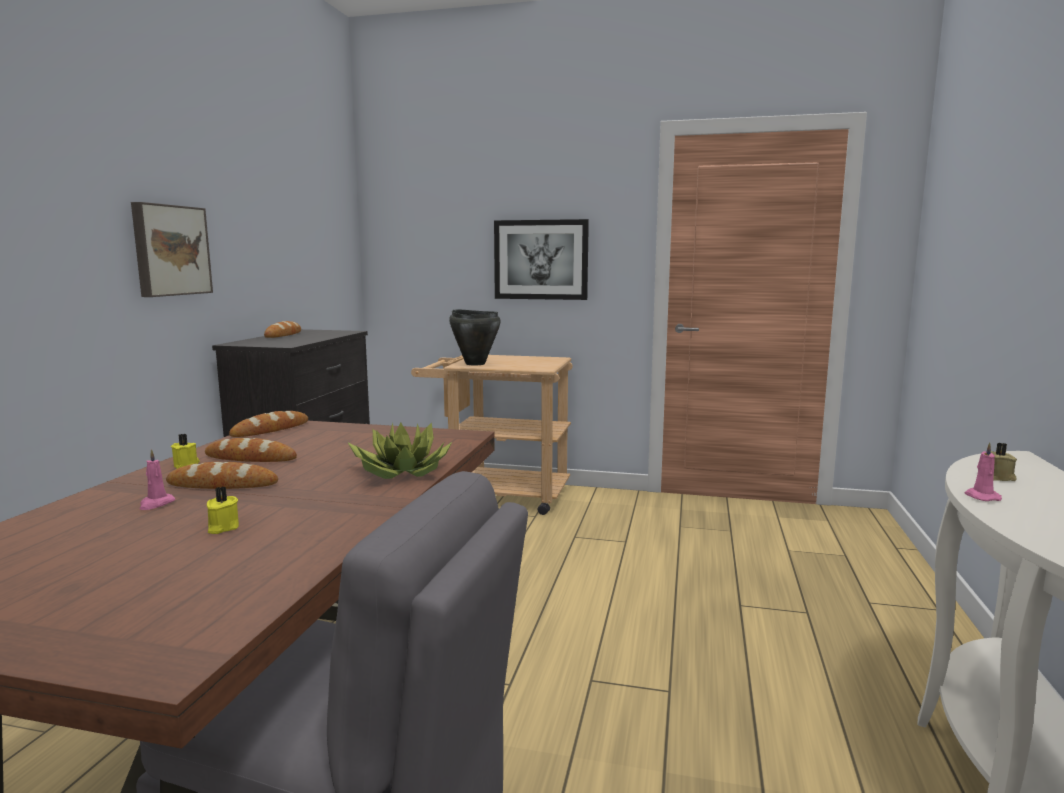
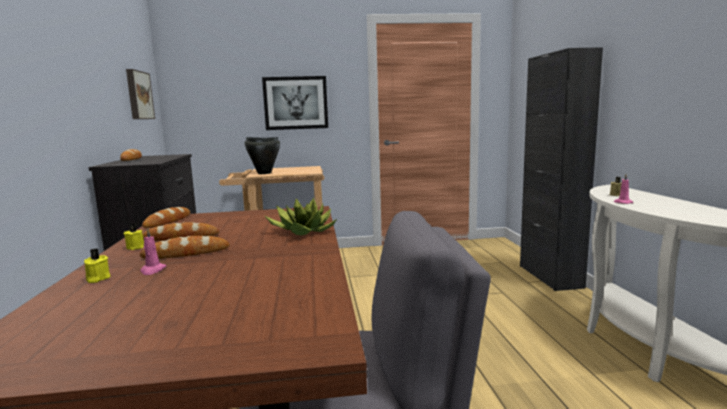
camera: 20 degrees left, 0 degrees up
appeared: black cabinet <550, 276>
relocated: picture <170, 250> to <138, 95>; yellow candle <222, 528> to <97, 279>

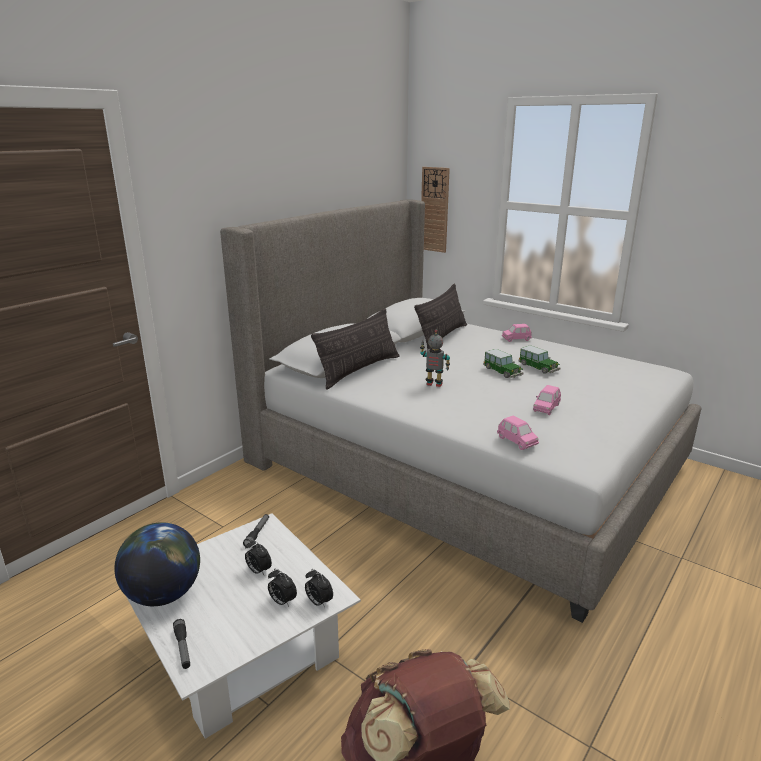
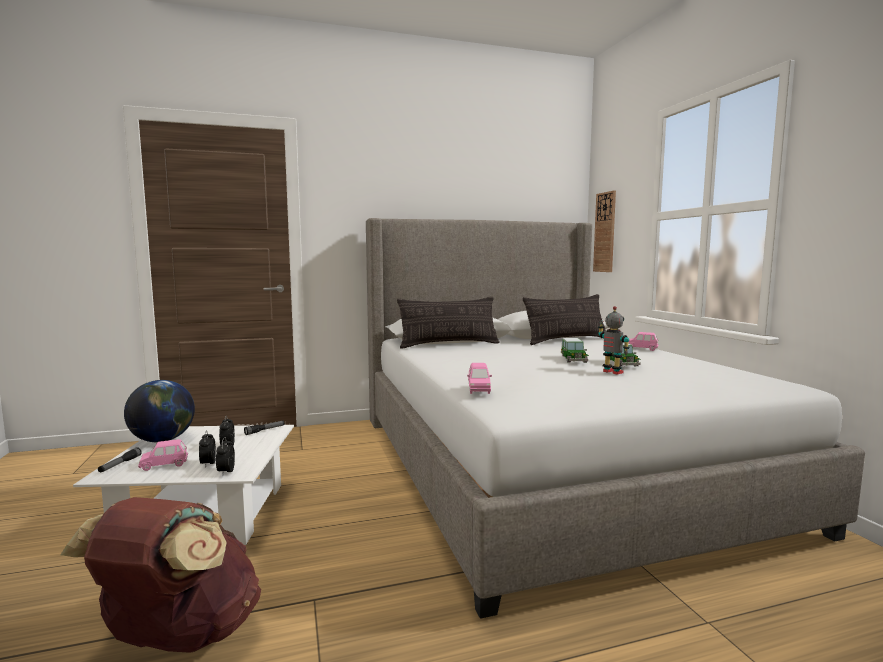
camera: 35 degrees right, 15 degrees down
relocated: toy robot <434, 384> to <612, 372>; pink toy car <546, 408> to <164, 465>

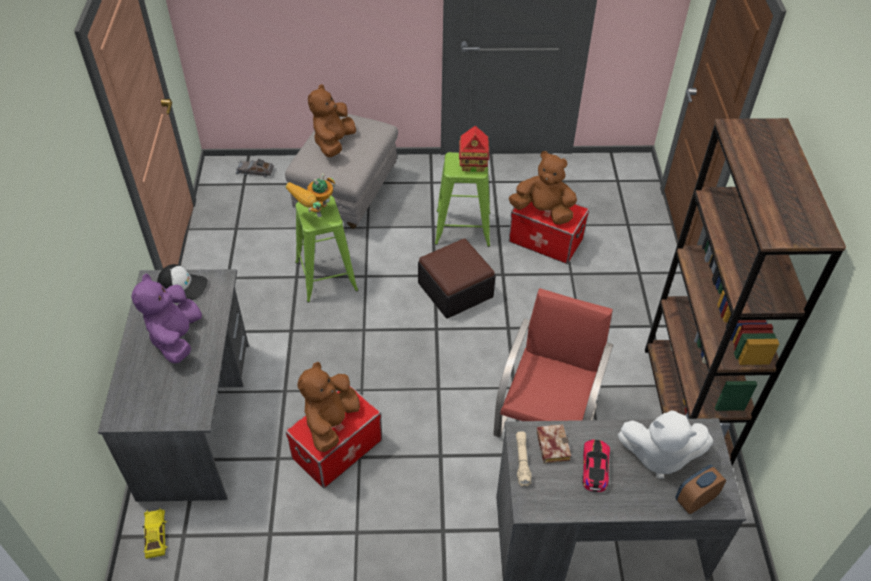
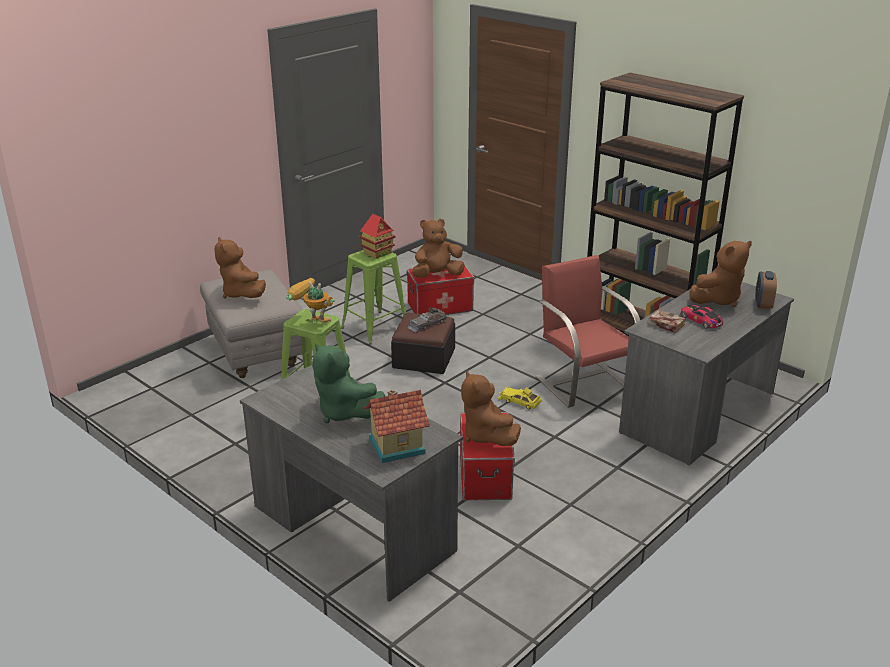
camera: 45 degrees left, 20 degrees down
missing: cap <183, 285>; beige flashlight <522, 461>
appeared: toy house <396, 444>
relocated: yellow toy car <156, 534> to <519, 401>; grey toy car <254, 171> to <427, 324>
colour: purple plush toy <176, 337> to green plush toy <344, 413>; white plush toy <659, 455> to brown plush toy <718, 299>
spun: toy robot <315, 215> = <311, 322> 120 degrees clockwise

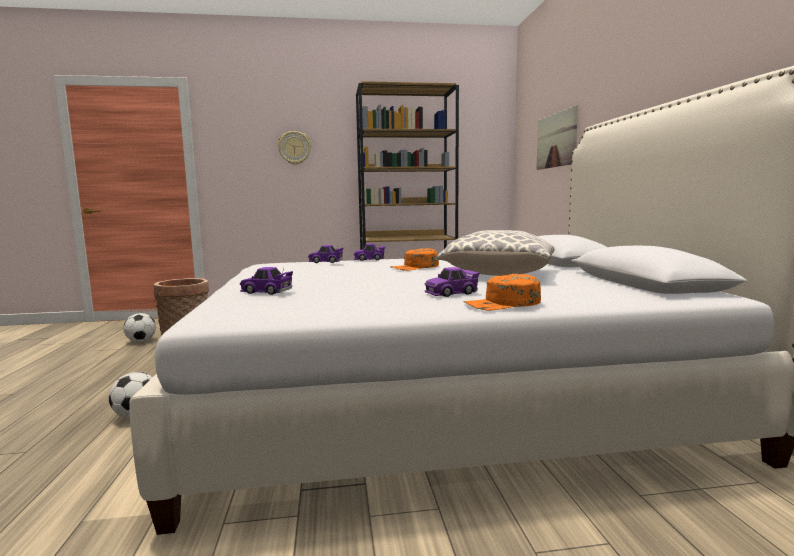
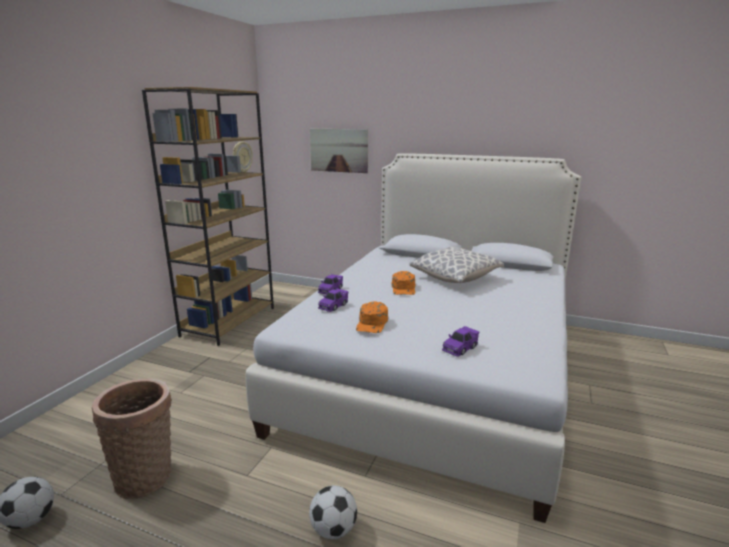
camera: 60 degrees left, 10 degrees up
missing: purple toy car <451, 293>
relocated: wall clock <294, 148> to <242, 157>; orange cap <502, 304> to <372, 323>

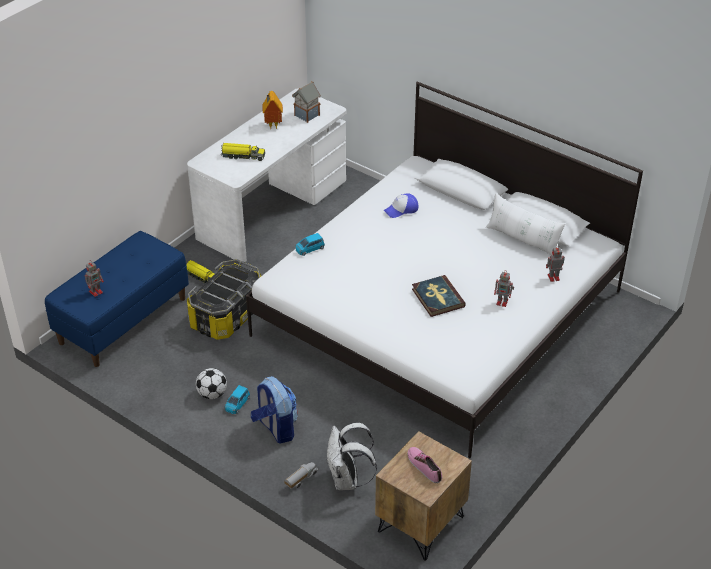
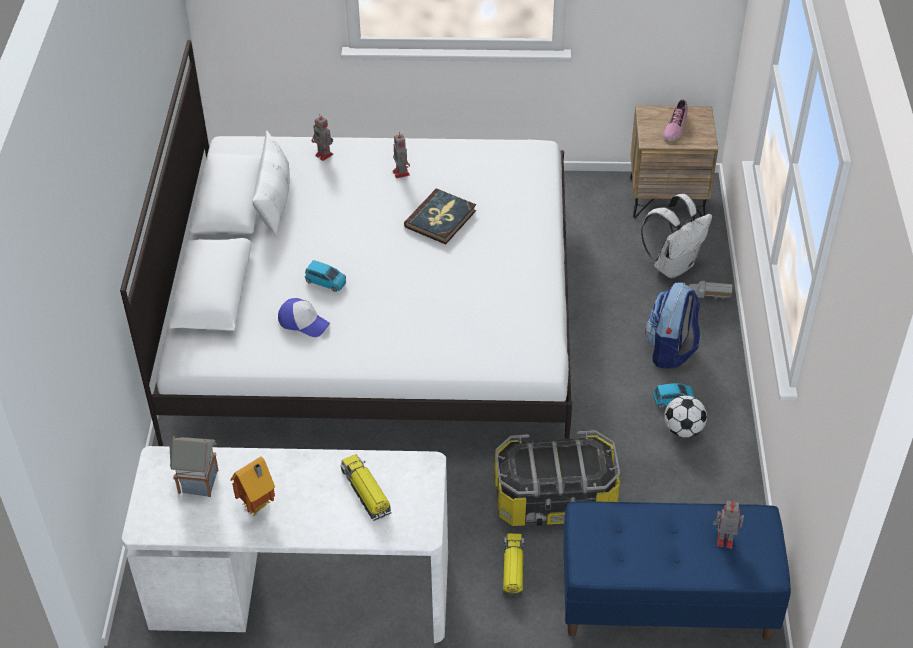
camera: 125 degrees left, 5 degrees up
relocated: blue toy car <309, 249> to <326, 282>

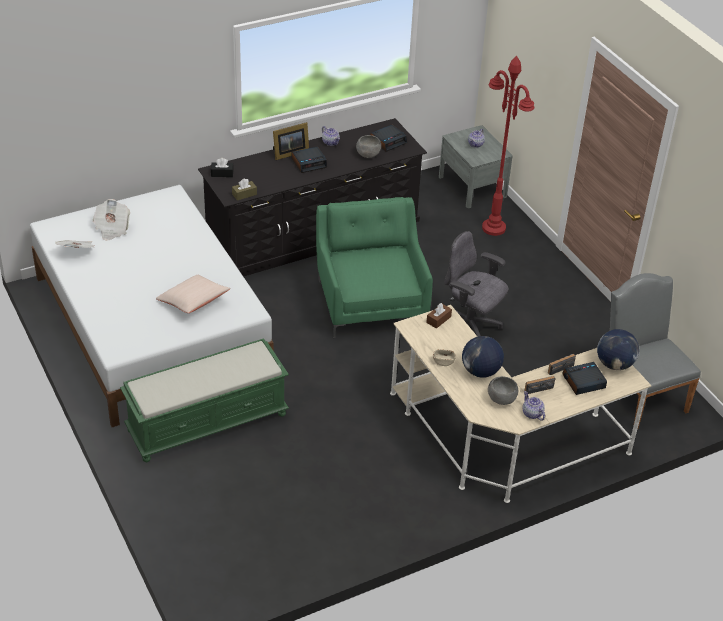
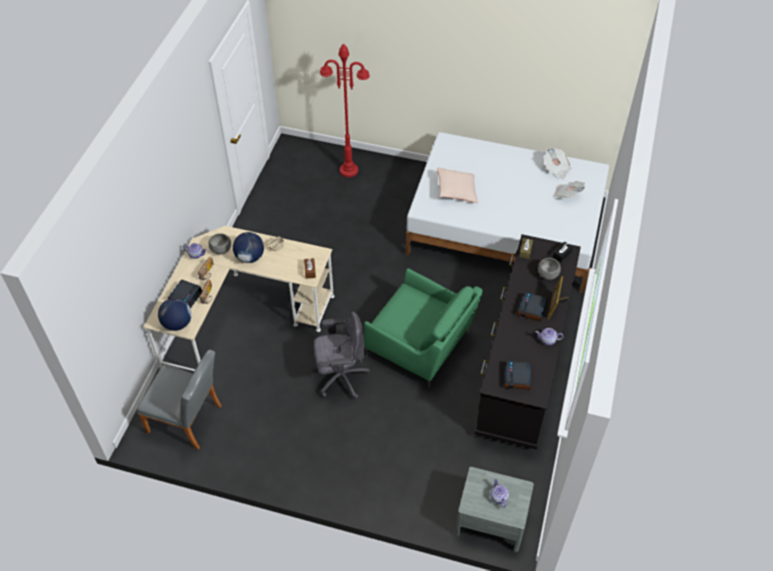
camera: 135 degrees right, 10 degrees up
missing: green bench <208, 421>
relocated: grey bowl <368, 155> to <547, 274>; red floor lamp <493, 228> to <349, 170>

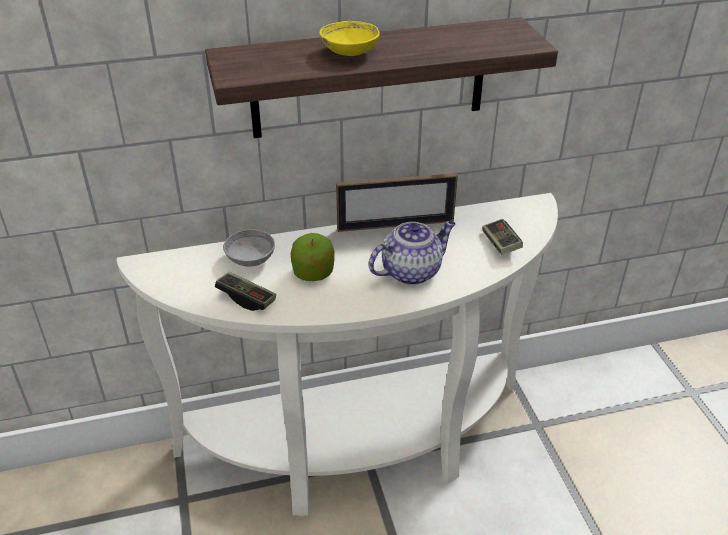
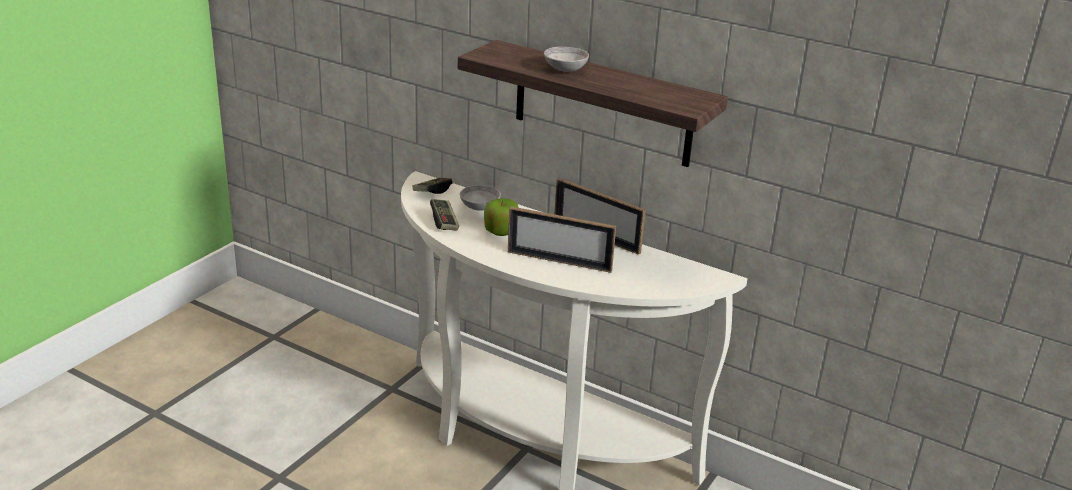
camera: 45 degrees right, 10 degrees down
relocated: game controller <500, 244> to <432, 191>
exchanged: teapot <412, 271> to picture frame <559, 261>
colour: yellow bowl <349, 52> to grey bowl <565, 69>

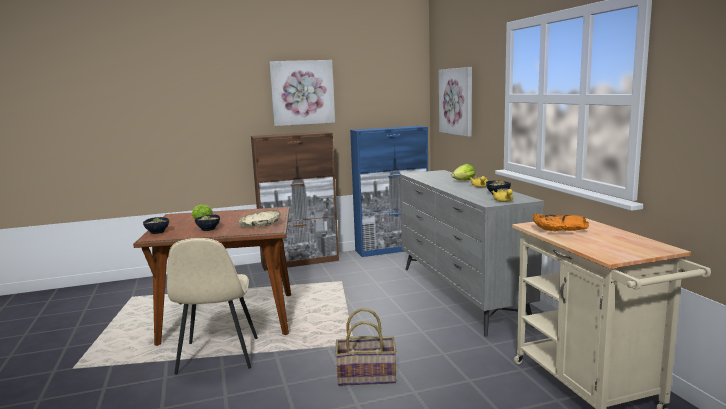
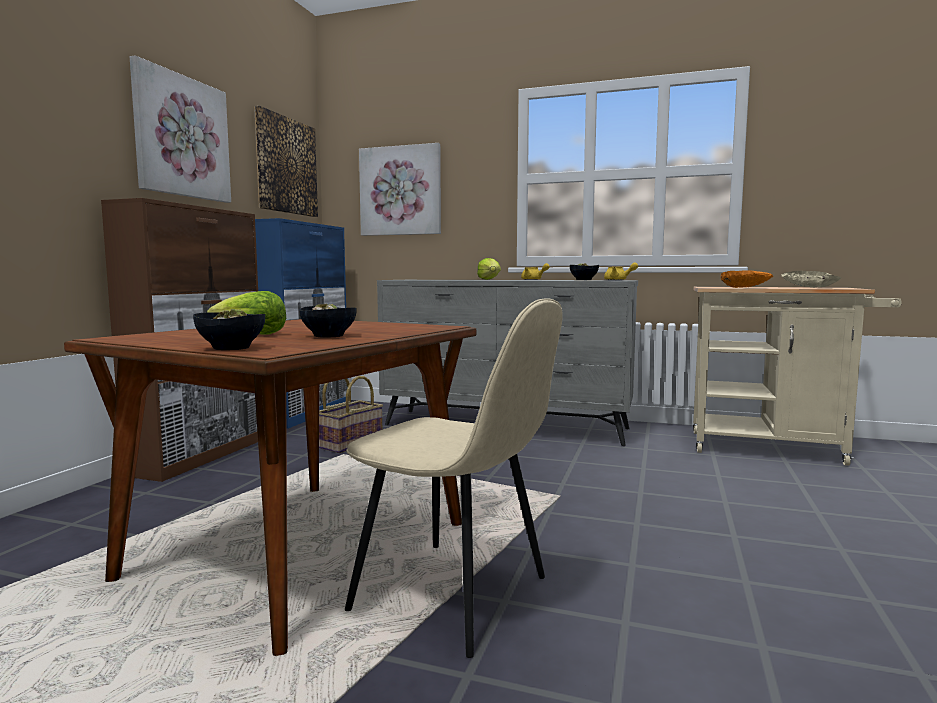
camera: 55 degrees left, 5 degrees down
appeared: picture <286, 166>
relocated: beige bowl <260, 225> to <809, 287>; basket <366, 376> to <350, 443>

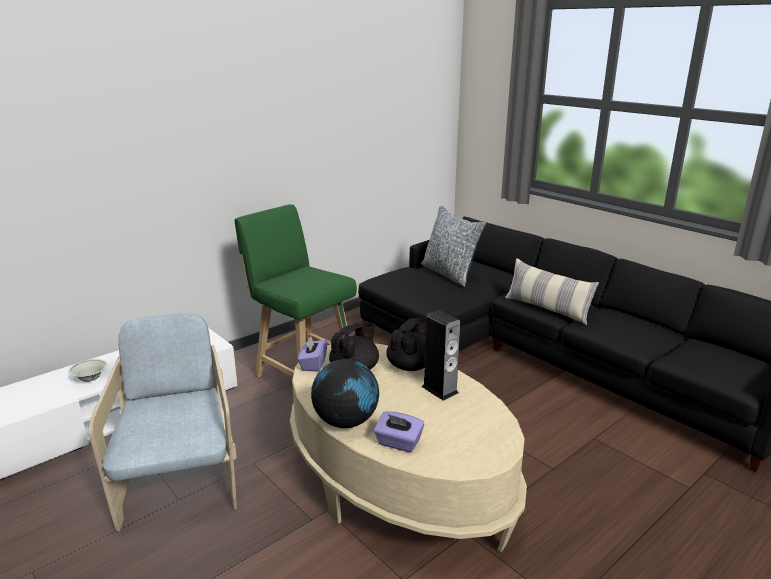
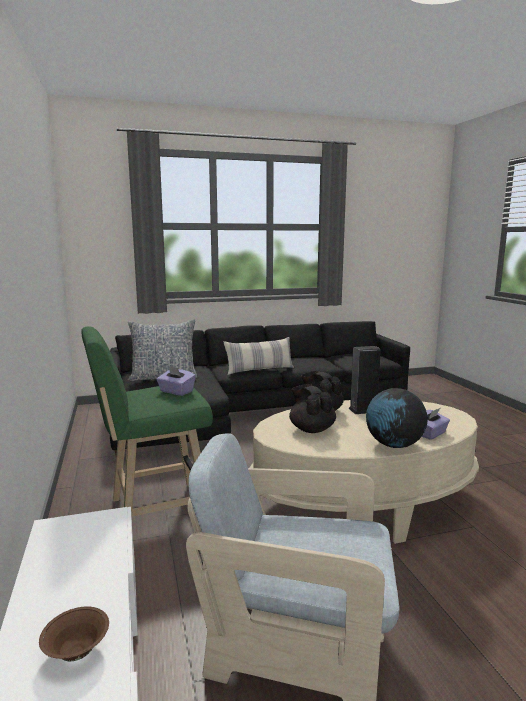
camera: 65 degrees left, 10 degrees down
relocated: purple tissue box <313, 364> to <176, 392>
colour: white bowl <90, 379> to brown bowl <77, 652>

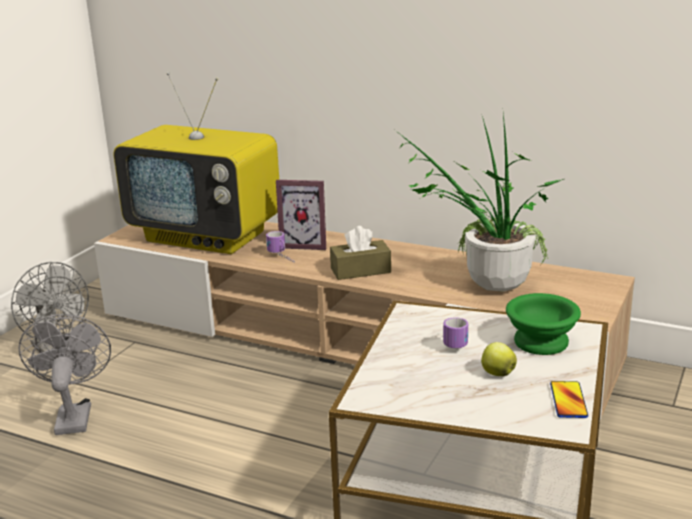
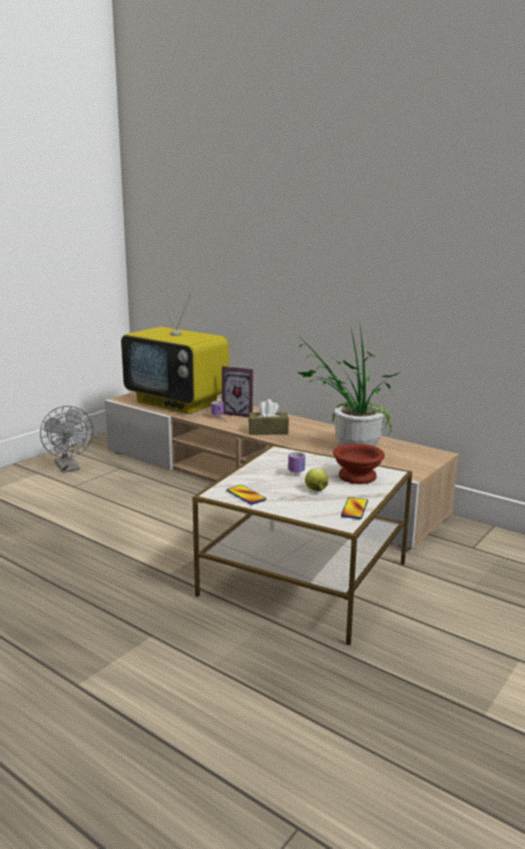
camera: 10 degrees right, 5 degrees down
missing: grey fan <73, 415>
appeared: phone <246, 495>
colour: green bowl <542, 343> to brown bowl <358, 477>

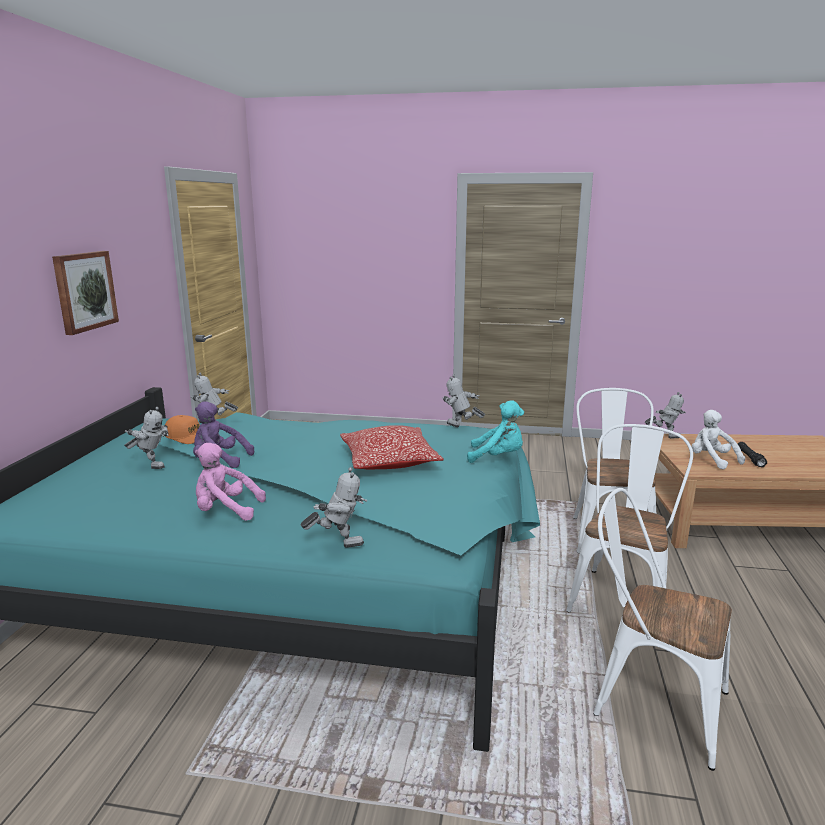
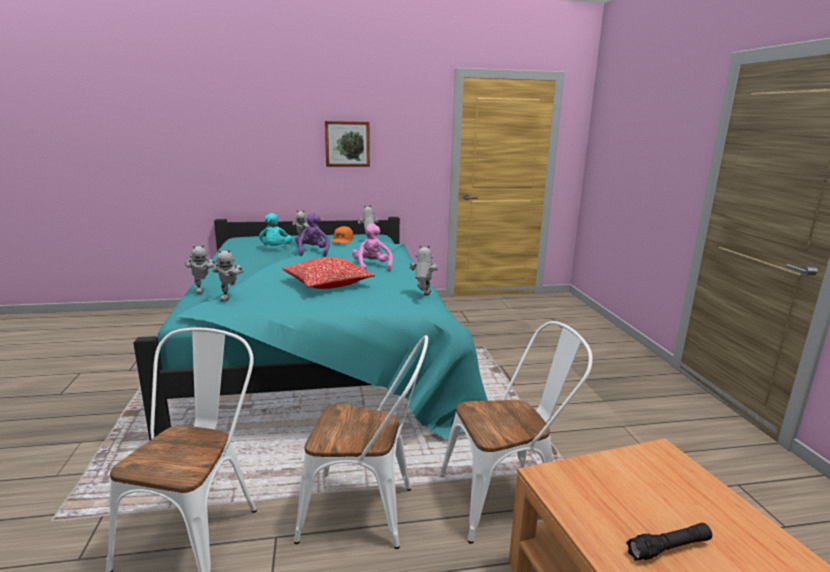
camera: 70 degrees right, 0 degrees up
missing: white plush toy <711, 460>
relocated: pink plush toy <225, 511> to <372, 267>; turquoise plush toy <498, 457> to <276, 249>; toy robot <664, 436> to <230, 297>

